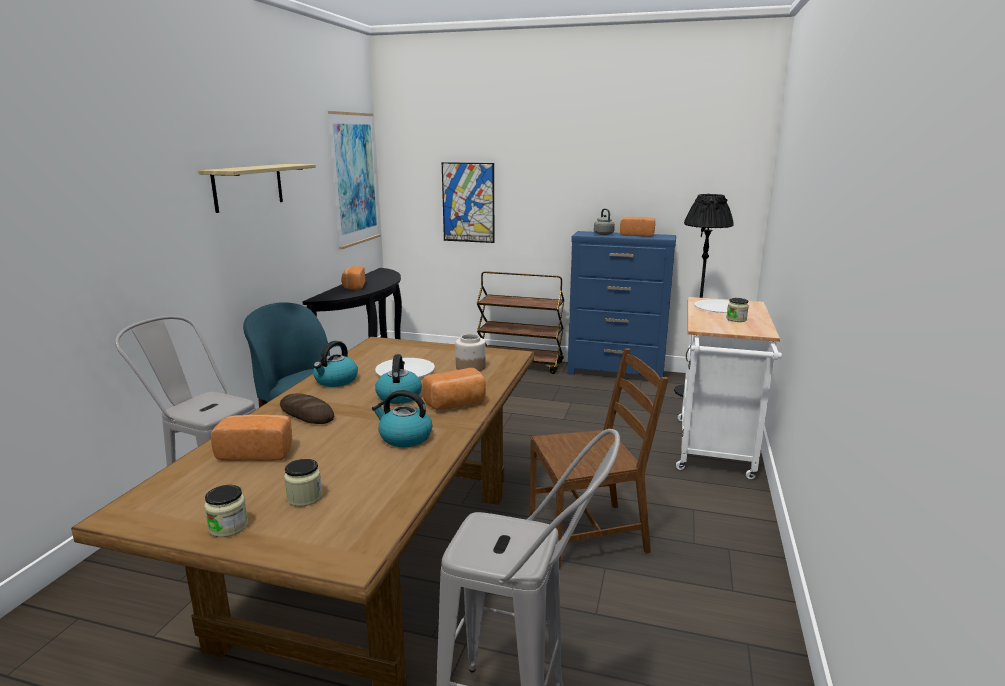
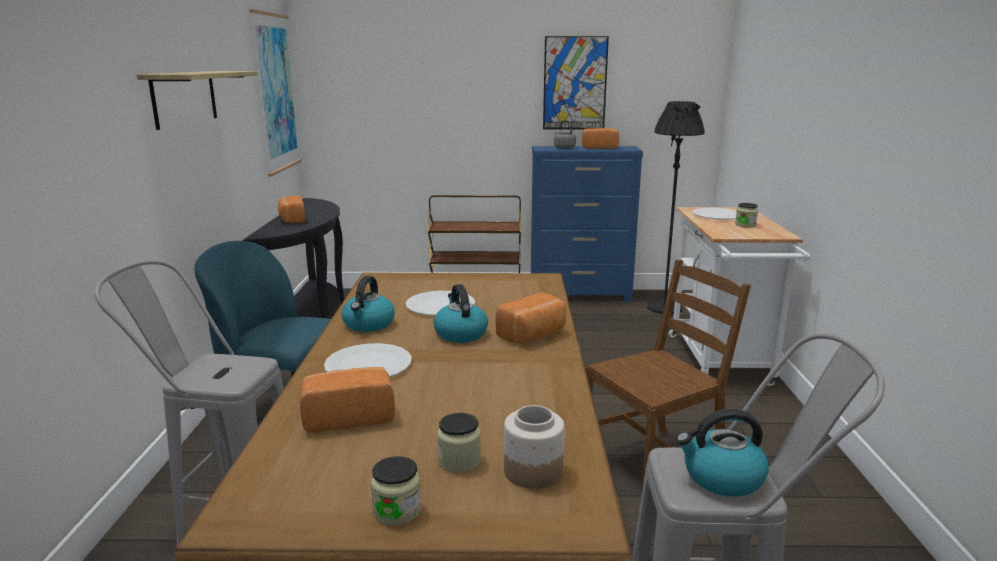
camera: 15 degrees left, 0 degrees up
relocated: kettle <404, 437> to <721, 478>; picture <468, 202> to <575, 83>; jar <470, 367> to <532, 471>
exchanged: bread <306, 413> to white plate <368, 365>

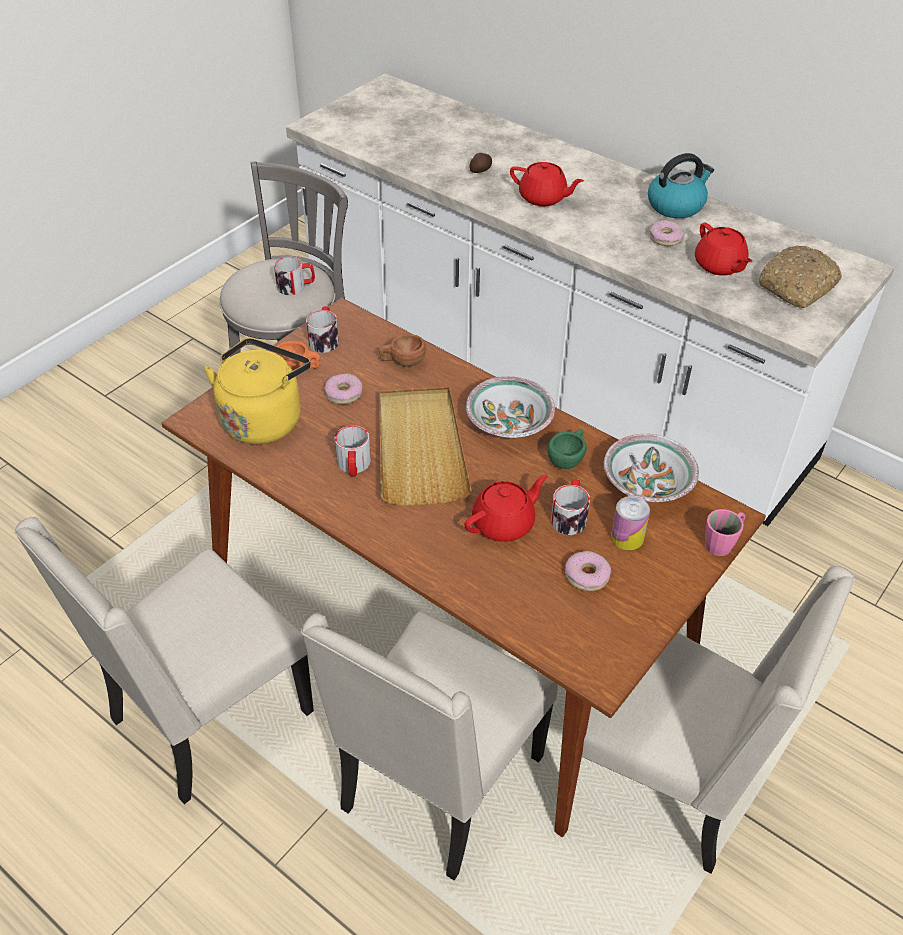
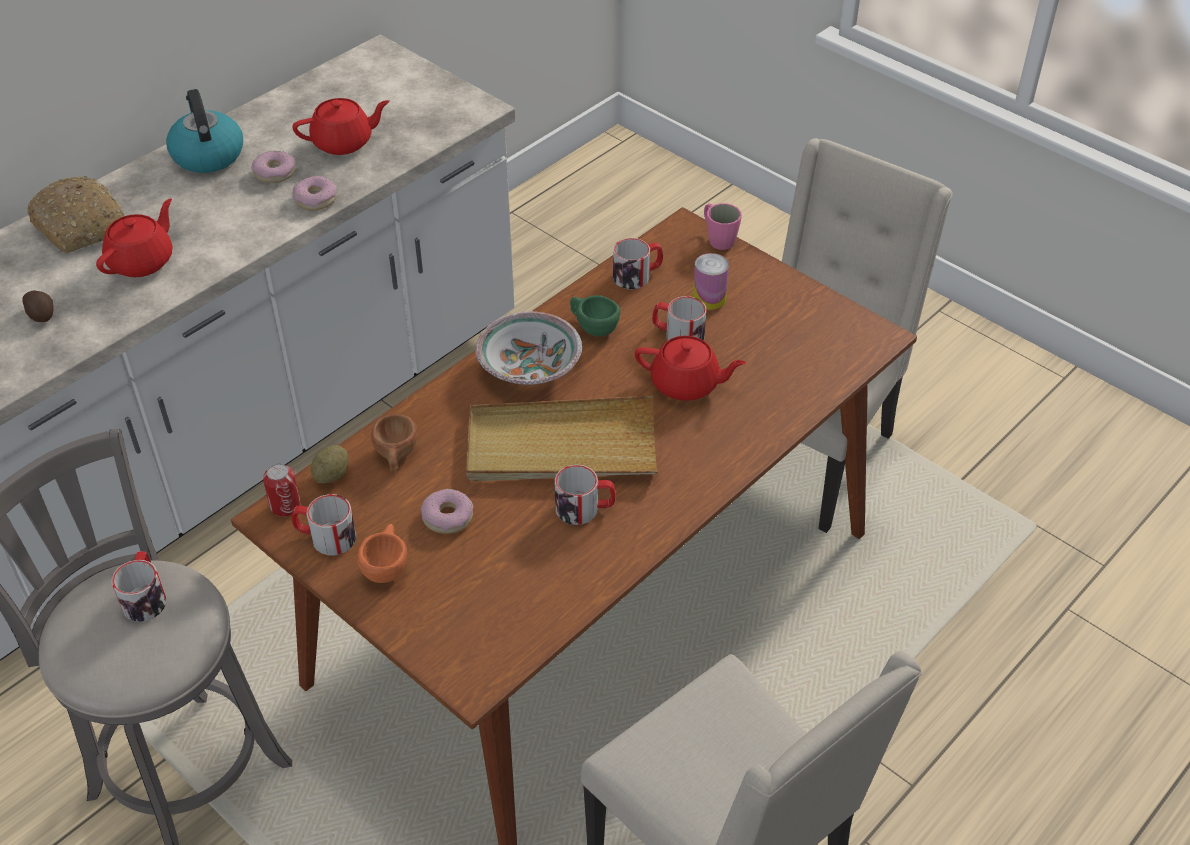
camera: 85 degrees left, 0 degrees up
missing: yellow kettle <264, 418>; beige chair <438, 785>
appeared: can <285, 506>; potato <332, 475>
relocated: donut <586, 576> to <316, 199>; bread <797, 287> to <82, 226>
exchanged: bowl <647, 485> to mug <637, 275>
spun: red teapot <504, 523> = <686, 384> 135 degrees clockwise

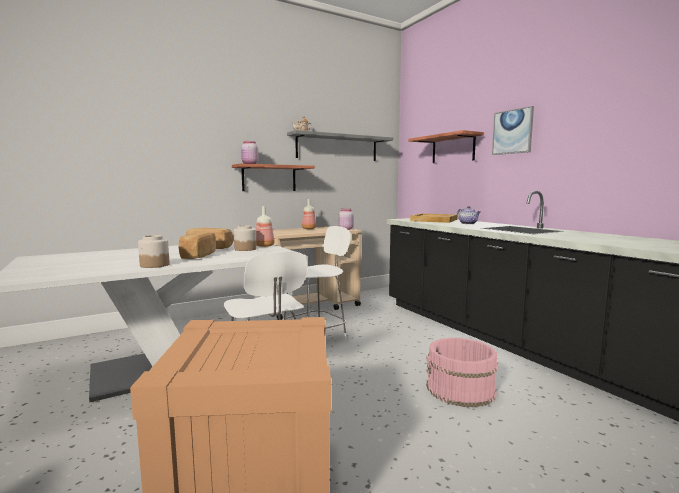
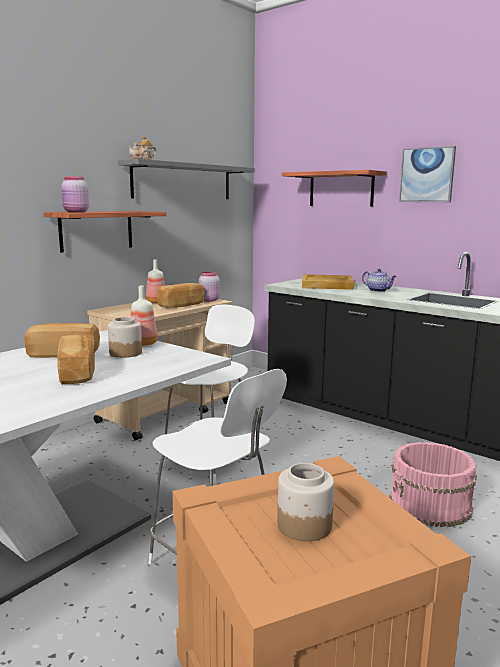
camera: 20 degrees left, 5 degrees up
appeared: bread <182, 305>
relocated: jar <154, 265> to <303, 525>

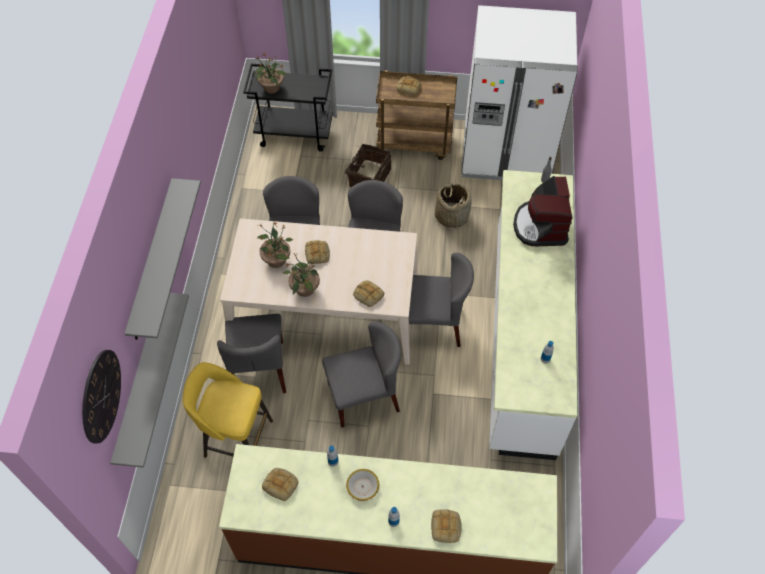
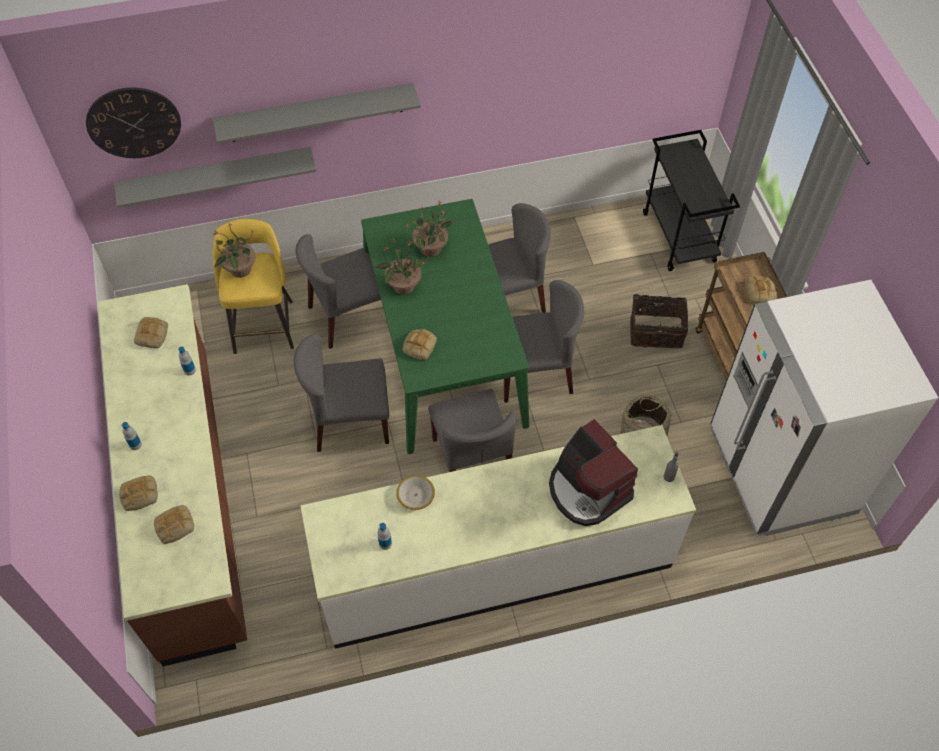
camera: 70 degrees right, 0 degrees up
relocated: potted plant <272, 88> to <240, 269>; bread <317, 254> to <174, 527>; bowl <362, 486> to <416, 495>
colour: beige dining table <325, 312> to green dining table <443, 351>
spun: grey chair <364, 396> = <350, 422> 120 degrees clockwise; coffee machine <540, 226> = <587, 490> 105 degrees counterclockwise

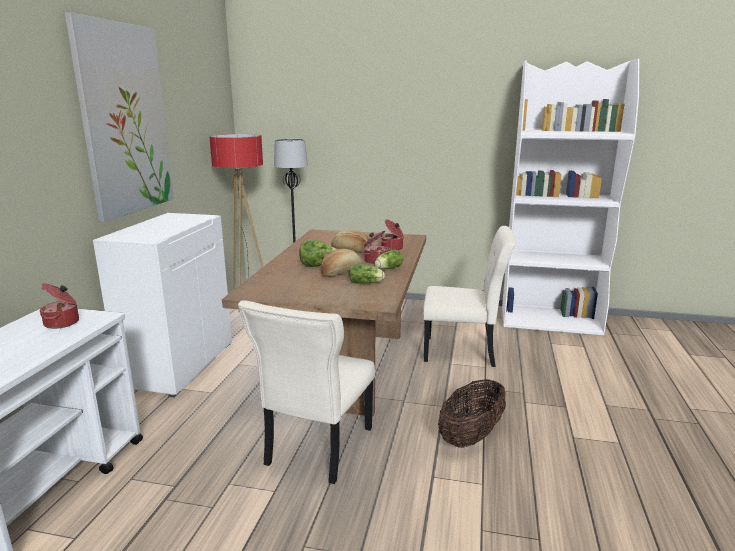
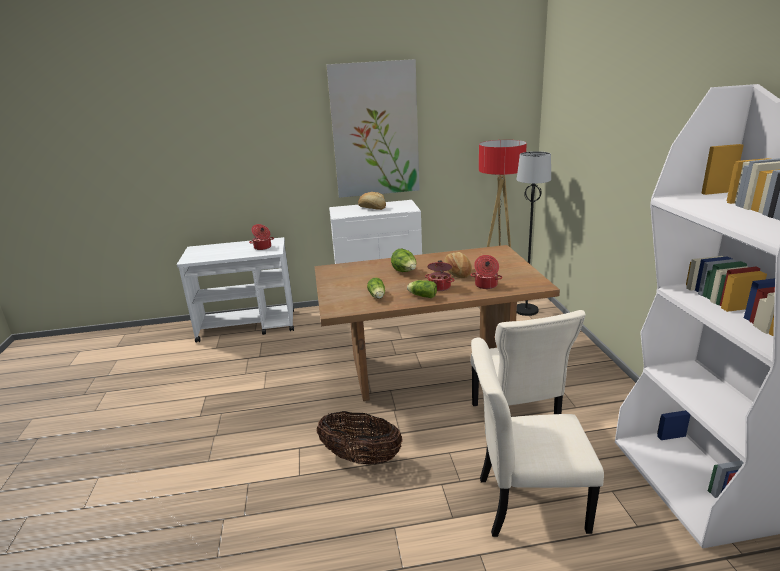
camera: 70 degrees right, 5 degrees up
relocated: beige chair <317, 448> to <526, 503>; bread <341, 273> to <372, 208>

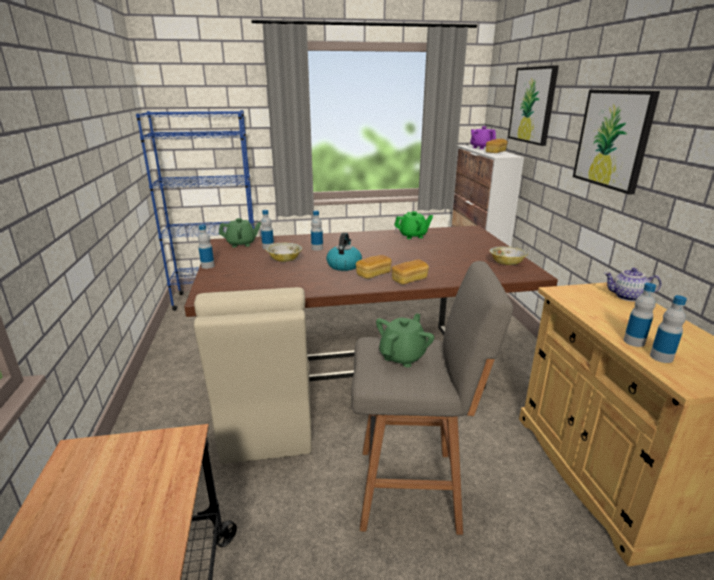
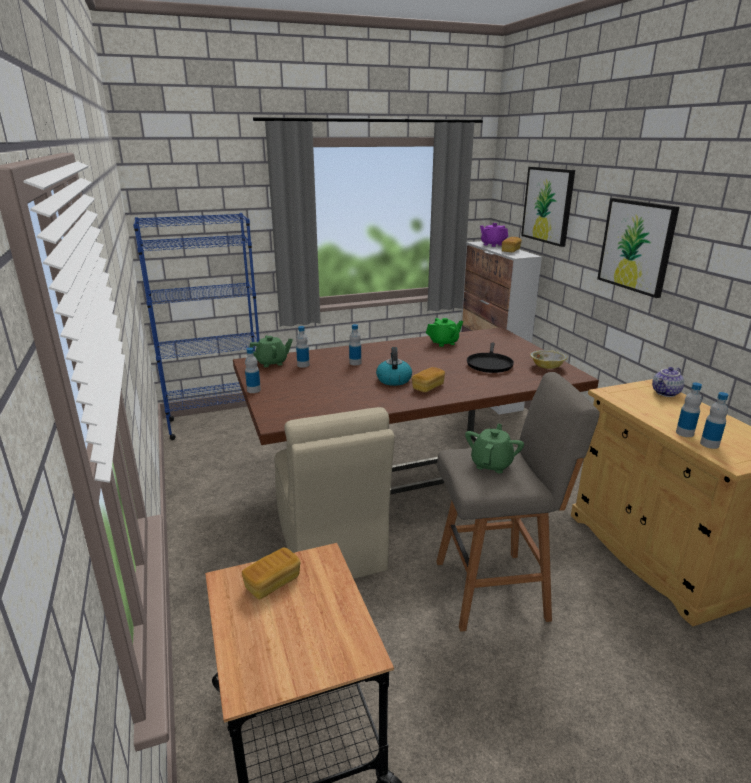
camera: 10 degrees left, 0 degrees up
missing: bowl <284, 259>
appeared: black frying pan <489, 364>
relocated: bread <409, 280> to <272, 583>
spun: teapot <627, 297> = <666, 393> 45 degrees counterclockwise

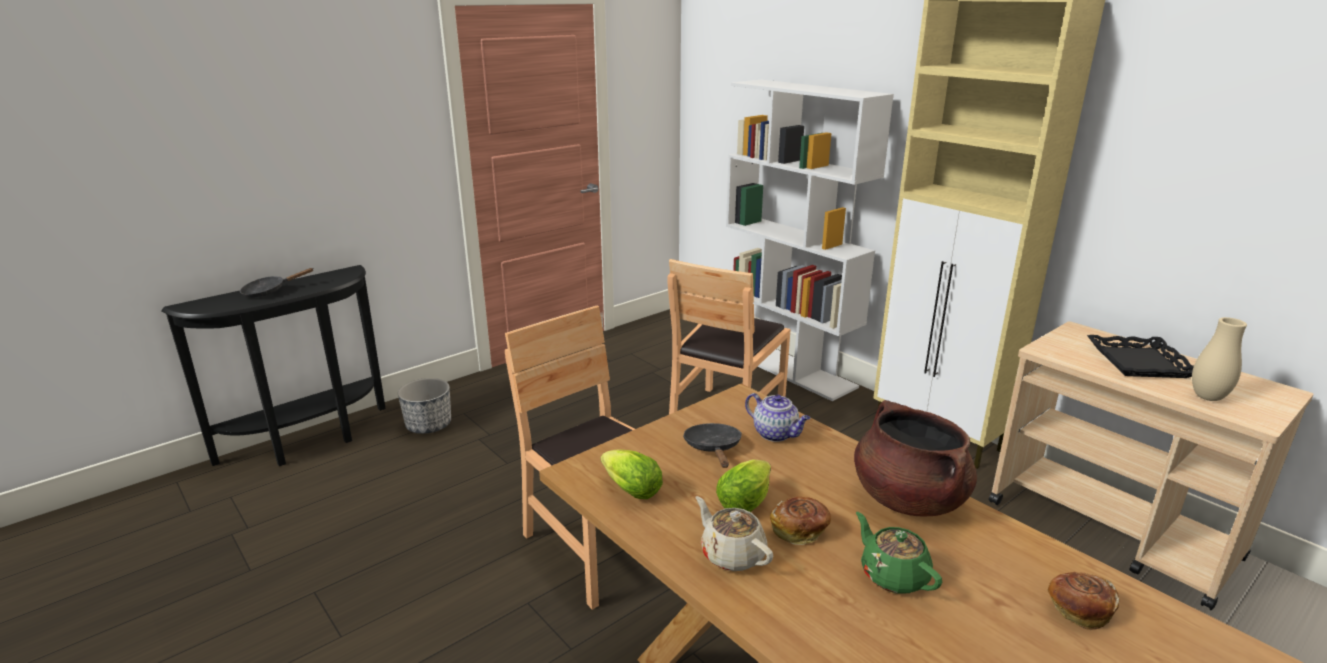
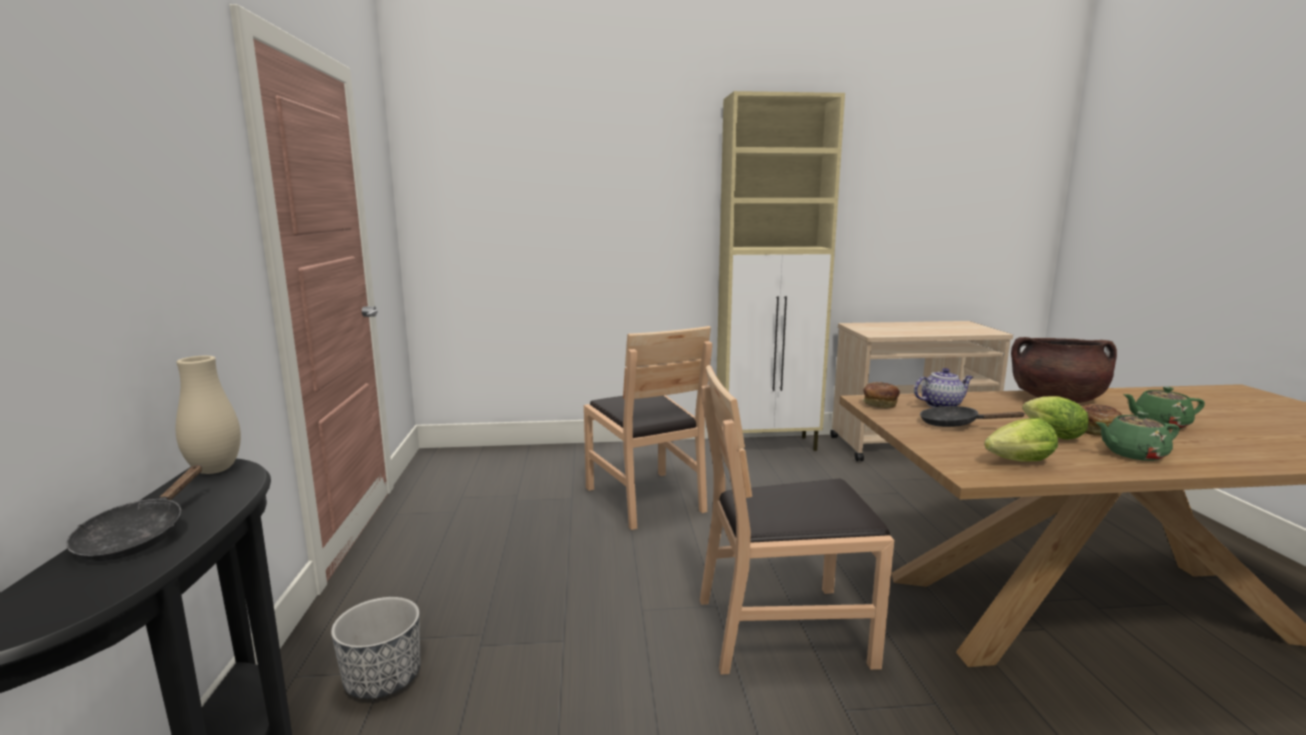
camera: 55 degrees left, 10 degrees down
missing: white bookcase <788, 367>; black tray <1139, 362>
relocated: bread <1078, 611> to <879, 404>; beige vase <1207, 397> to <215, 470>
colour: beige teapot <732, 554> to green teapot <1132, 454>

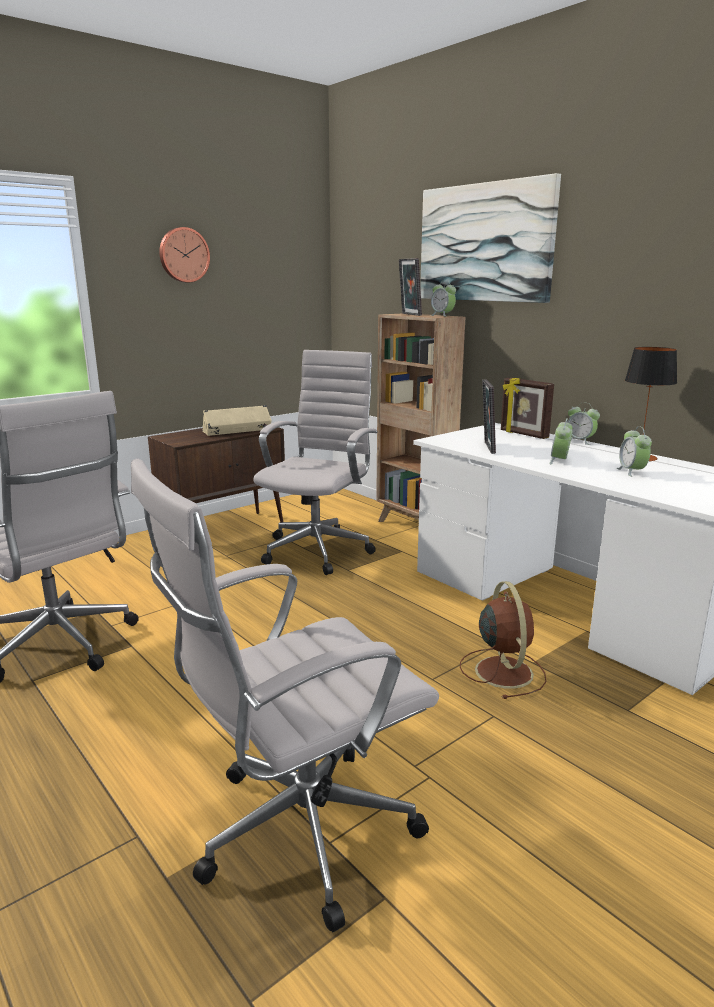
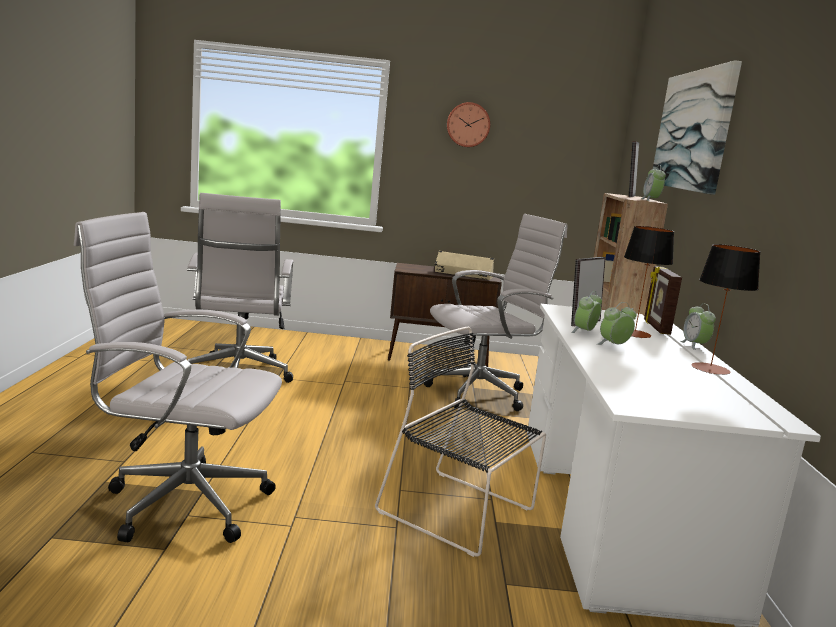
camera: 40 degrees right, 5 degrees down
appeared: table lamp <634, 333>
relocated: alarm clock <631, 472> to <584, 332>
exchanged: brown fan <502, 670> to black chair <460, 512>

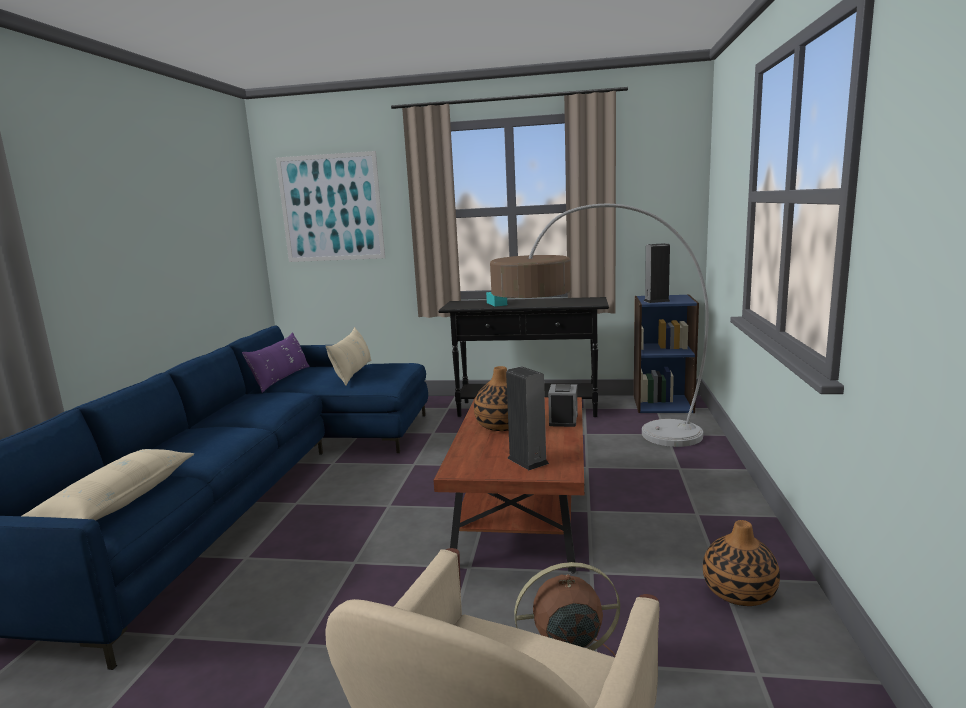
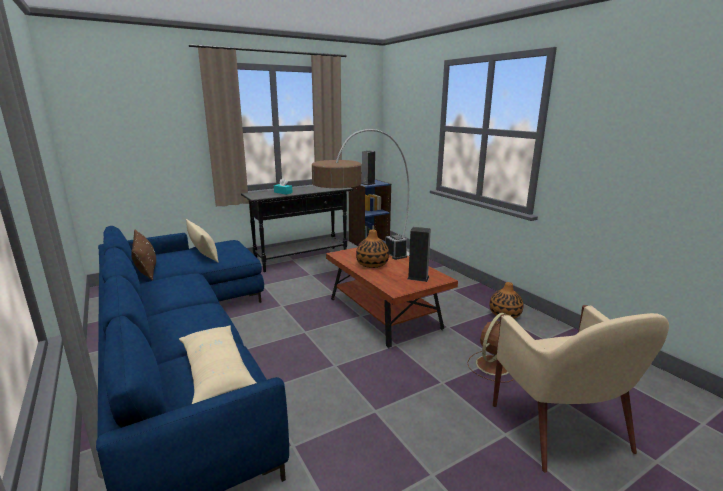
camera: 40 degrees left, 5 degrees up
missing: picture <331, 208>
colour: purple pillow <281, 379> to brown pillow <146, 268>

